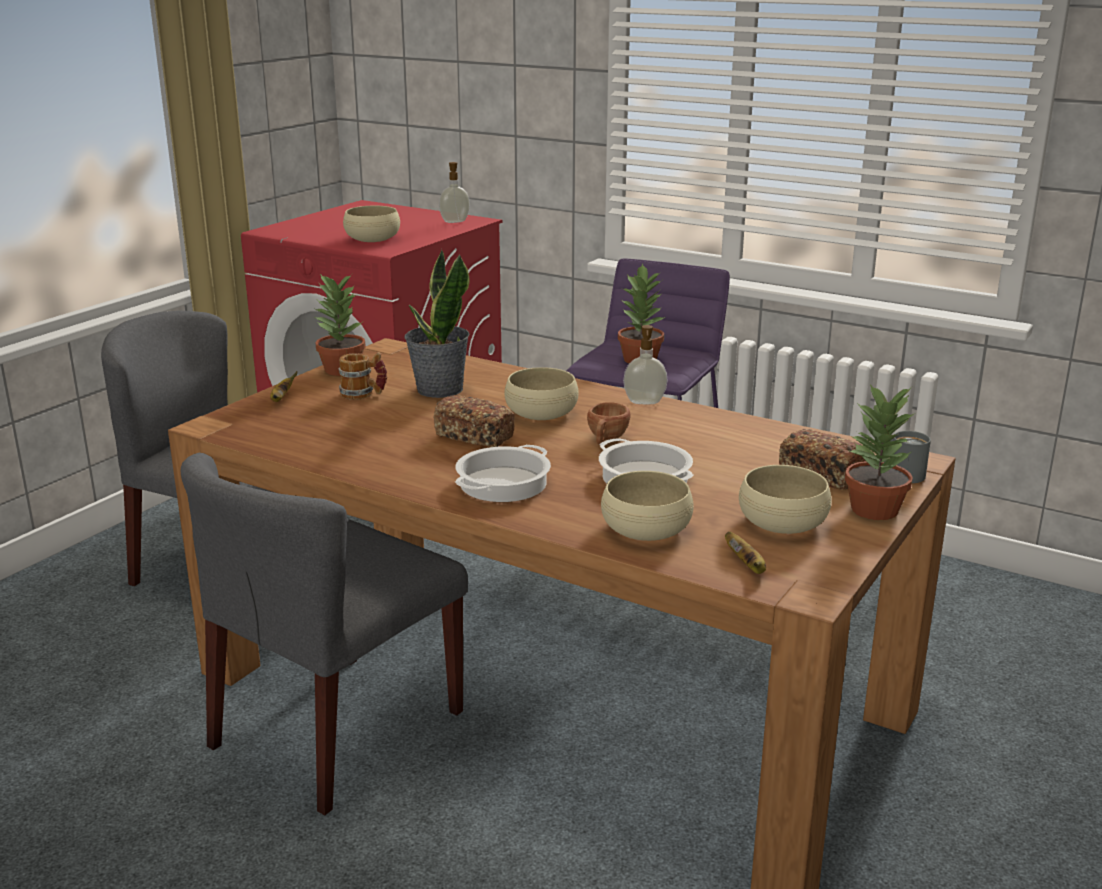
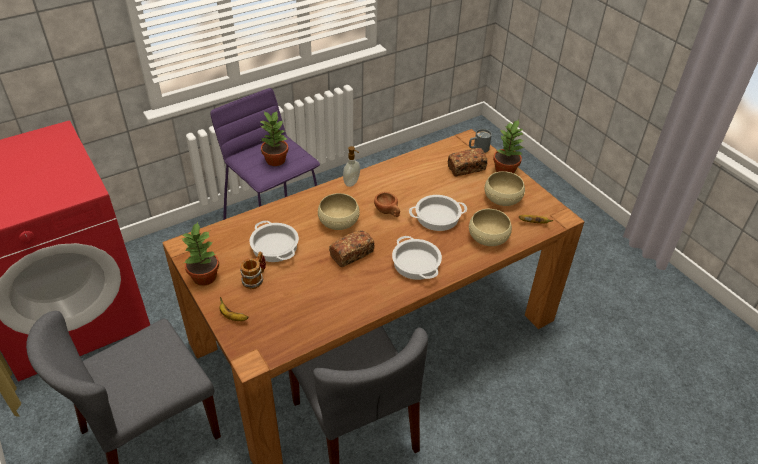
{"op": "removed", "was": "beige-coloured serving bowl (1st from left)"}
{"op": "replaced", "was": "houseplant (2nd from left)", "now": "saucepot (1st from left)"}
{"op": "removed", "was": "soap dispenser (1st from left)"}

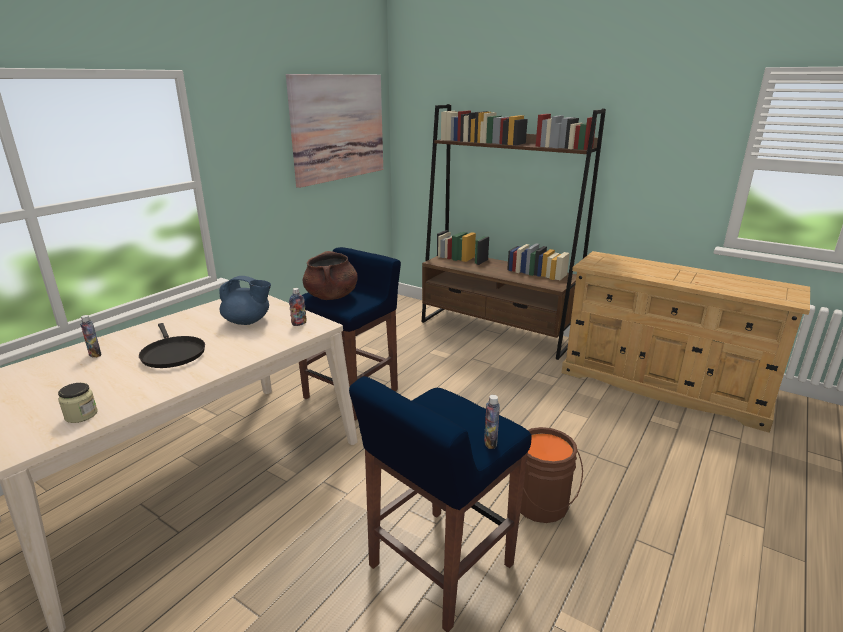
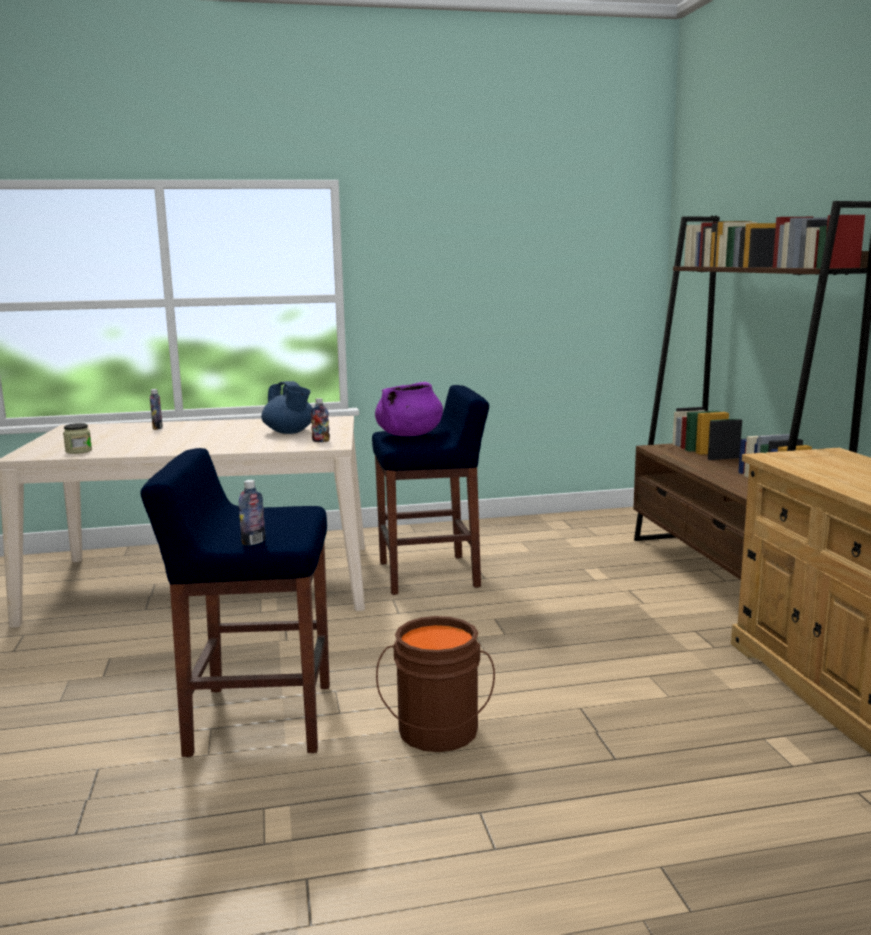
{"op": "removed", "was": "blackish frying pan"}
{"op": "removed", "was": "wall picture"}
{"op": "recoloured", "was": "brown-coloured saucepot", "now": "purple saucepot"}

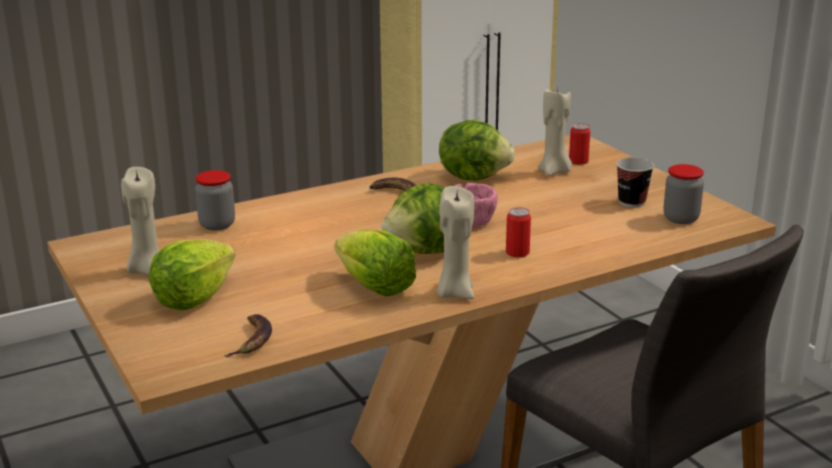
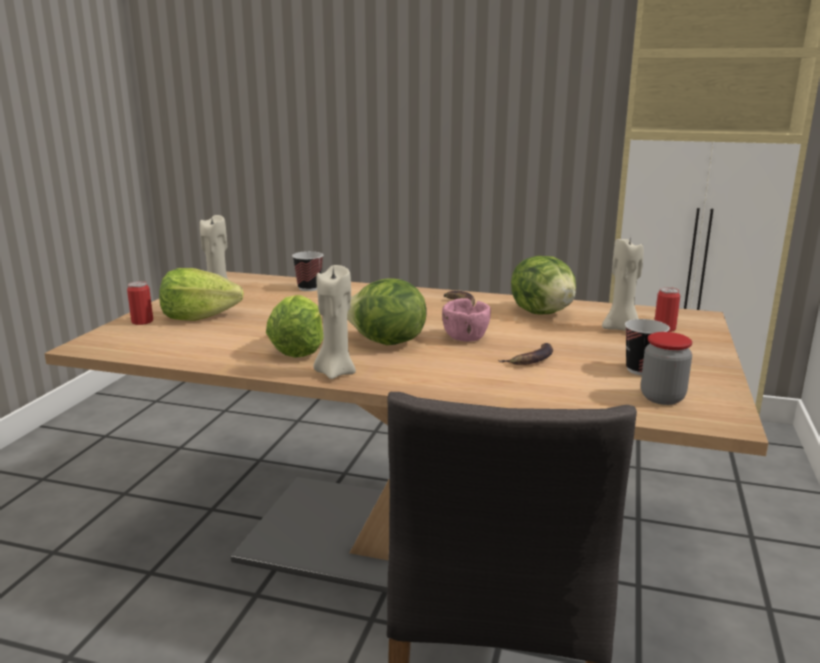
{"op": "replaced", "was": "preserve jar (1st from left)", "now": "cup (1st from left)"}
{"op": "moved", "was": "whole banana (1st from left in the first image)", "now": "whole banana (2nd from left)"}
{"op": "moved", "was": "sealed can (1st from left)"}

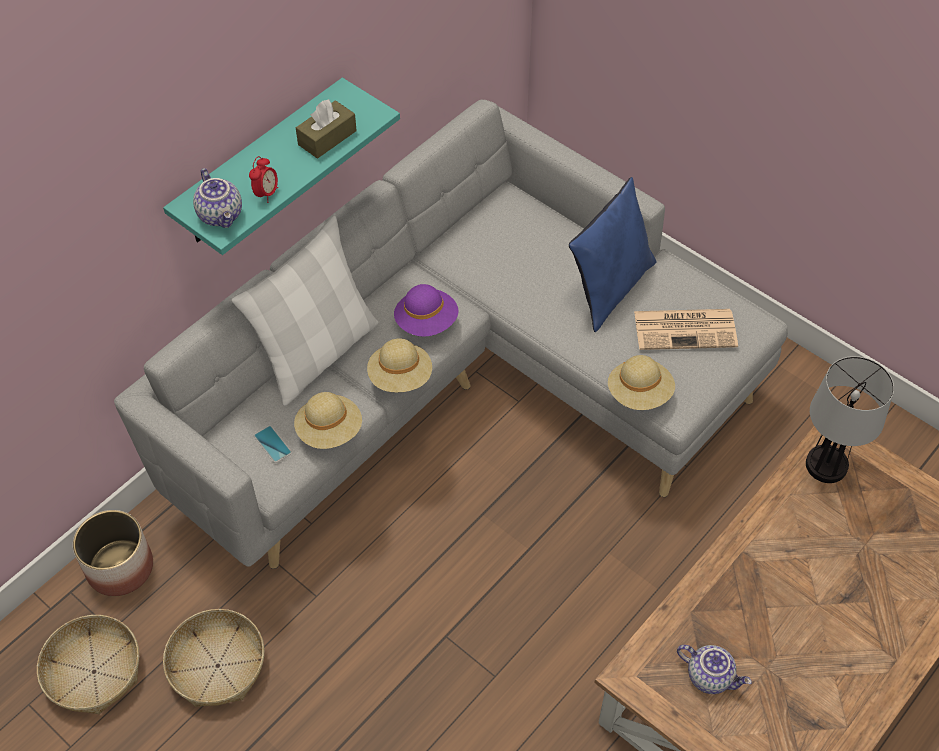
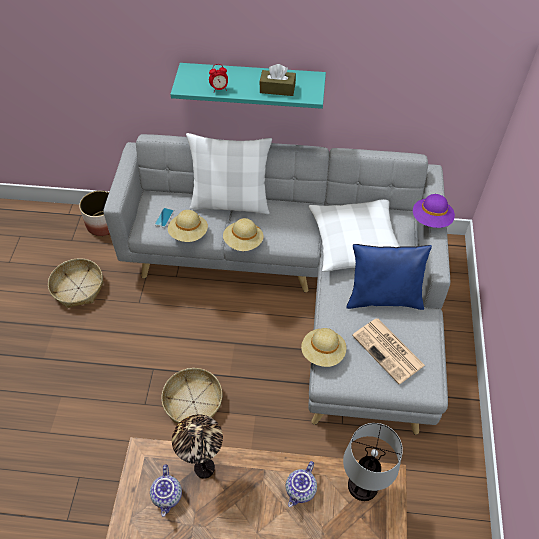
{"op": "moved", "was": "storage basket (1st from left in the first image)", "now": "storage basket (2nd from left)"}
{"op": "moved", "was": "teapot (1st from left in the first image)", "now": "teapot (2nd from left)"}
{"op": "moved", "was": "purple hat"}
{"op": "added", "now": "tabletop lamp (1st from left)"}
{"op": "added", "now": "white cushion (2nd from left)"}

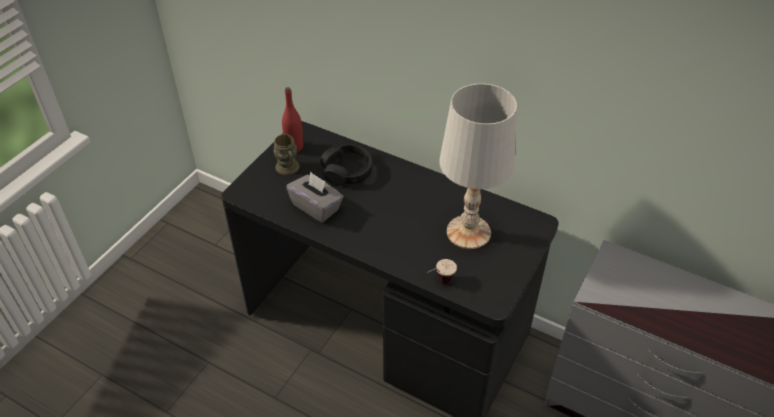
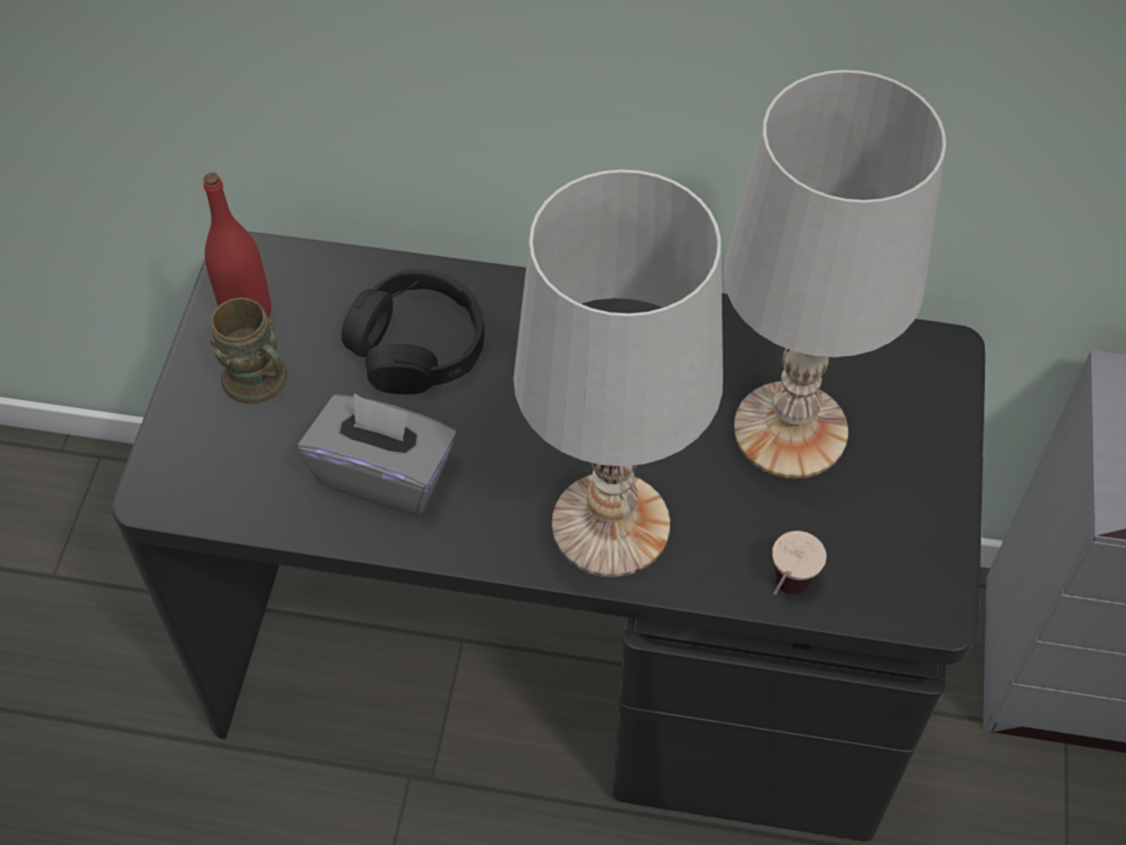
{"op": "added", "now": "white tabletop lamp (1st from left)"}

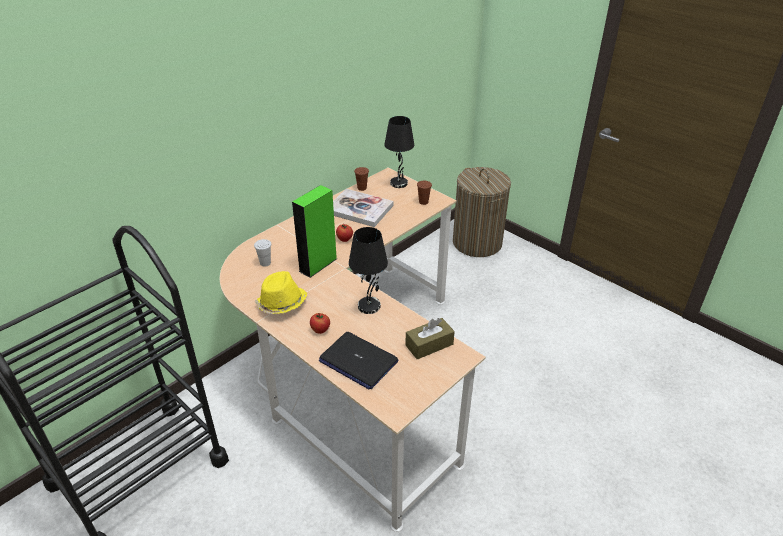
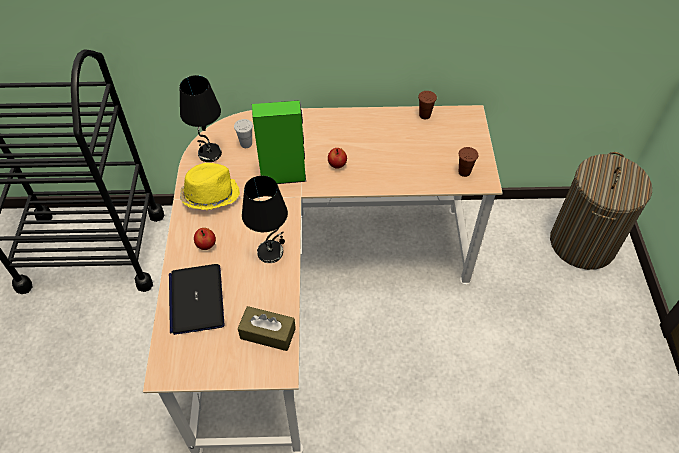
{"op": "removed", "was": "volume"}
{"op": "moved", "was": "blackish tabletop lamp (2nd from left in the first image)", "now": "blackish tabletop lamp (1st from left)"}

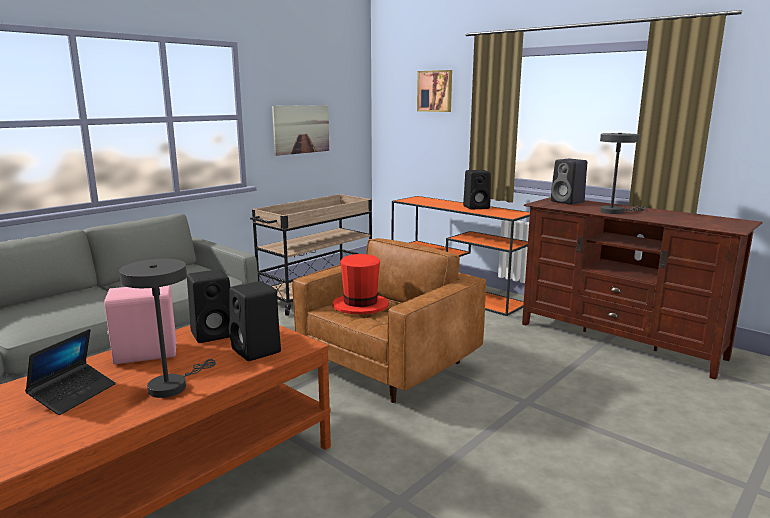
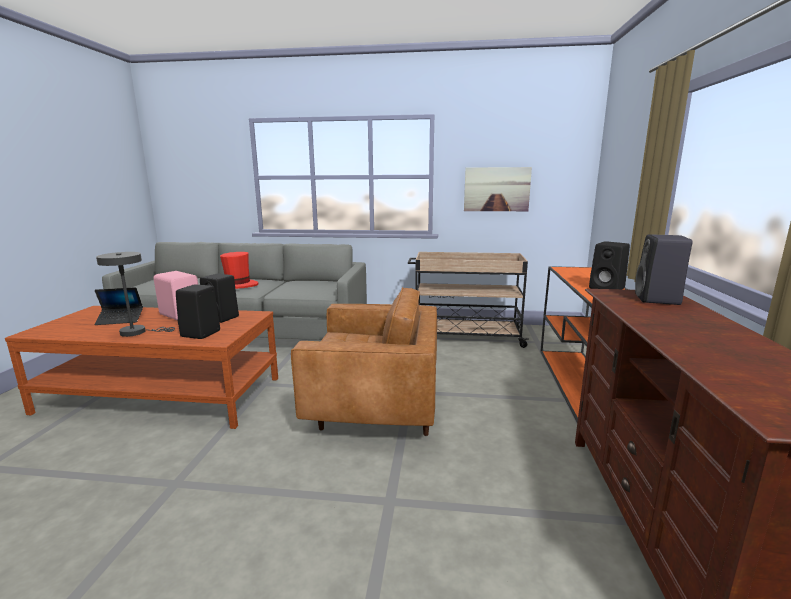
{"op": "moved", "was": "red-coloured hat"}
{"op": "removed", "was": "wall picture (2nd from left)"}
{"op": "removed", "was": "greyish tabletop lamp (2nd from left)"}

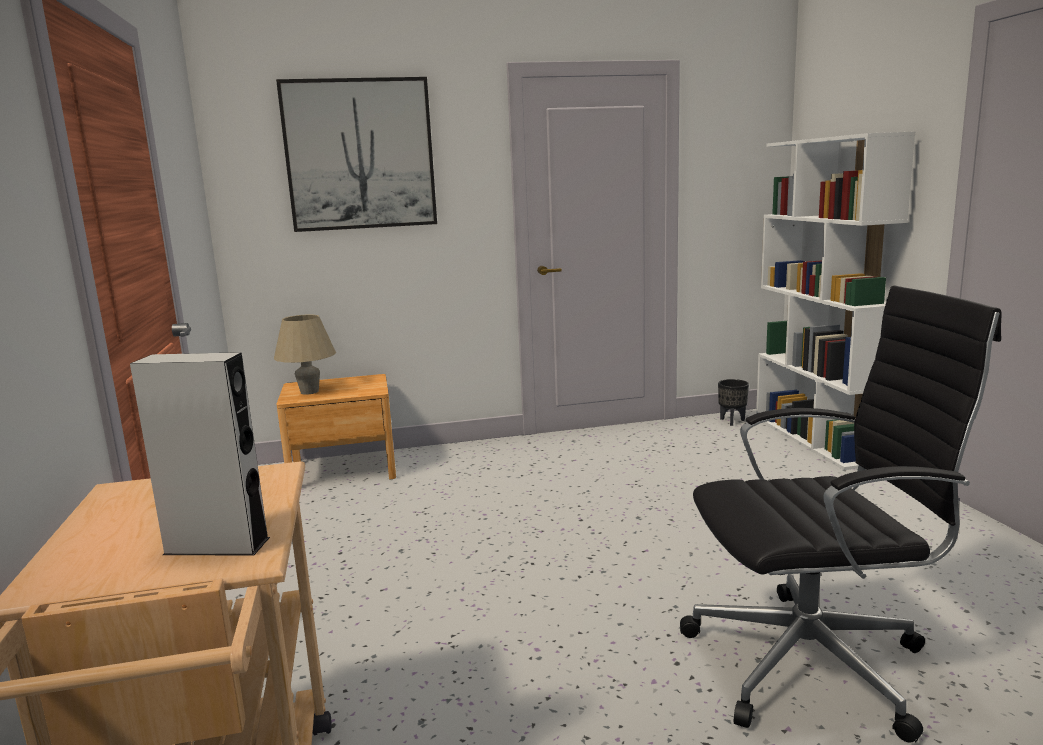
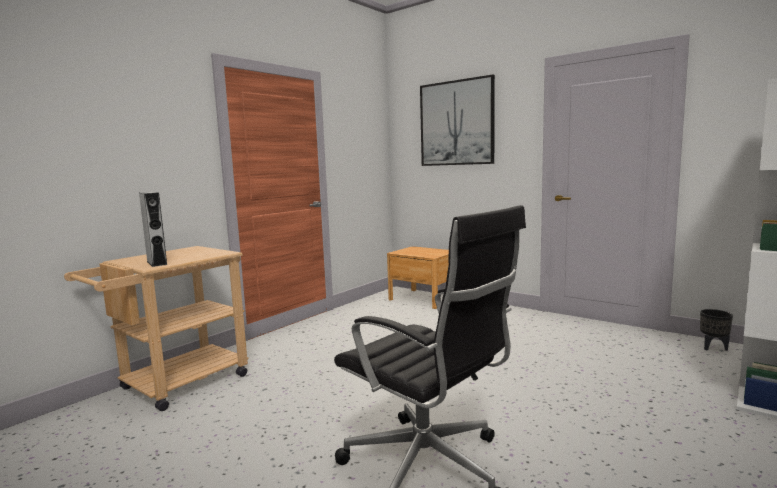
{"op": "removed", "was": "beige-coloured tabletop lamp"}

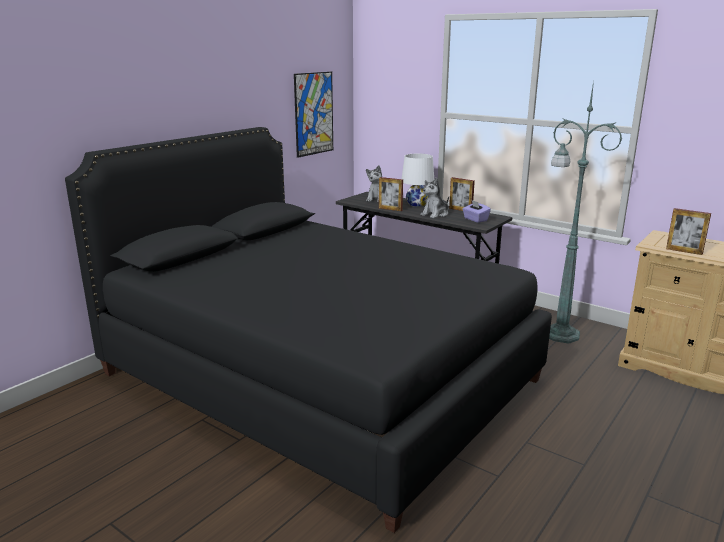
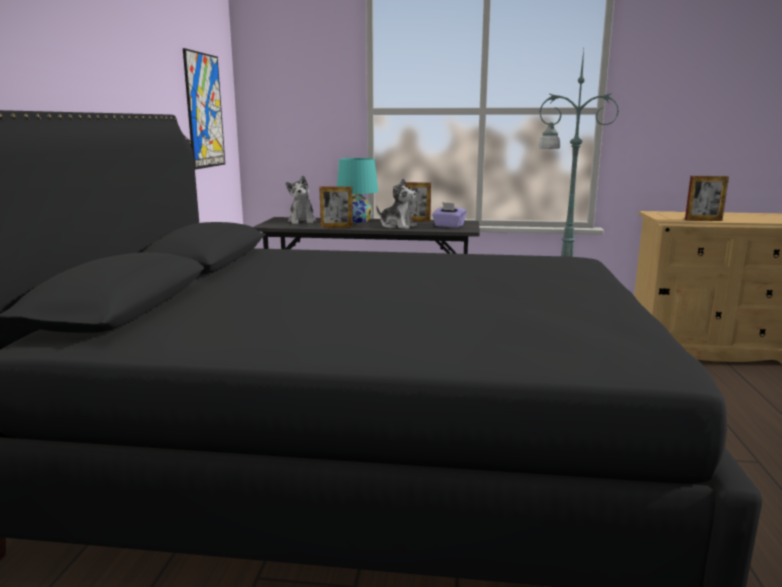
{"op": "recoloured", "was": "white tabletop lamp", "now": "turquoise tabletop lamp"}
{"op": "turned", "was": "cuddly toy (2nd from left)", "clockwise": -75}

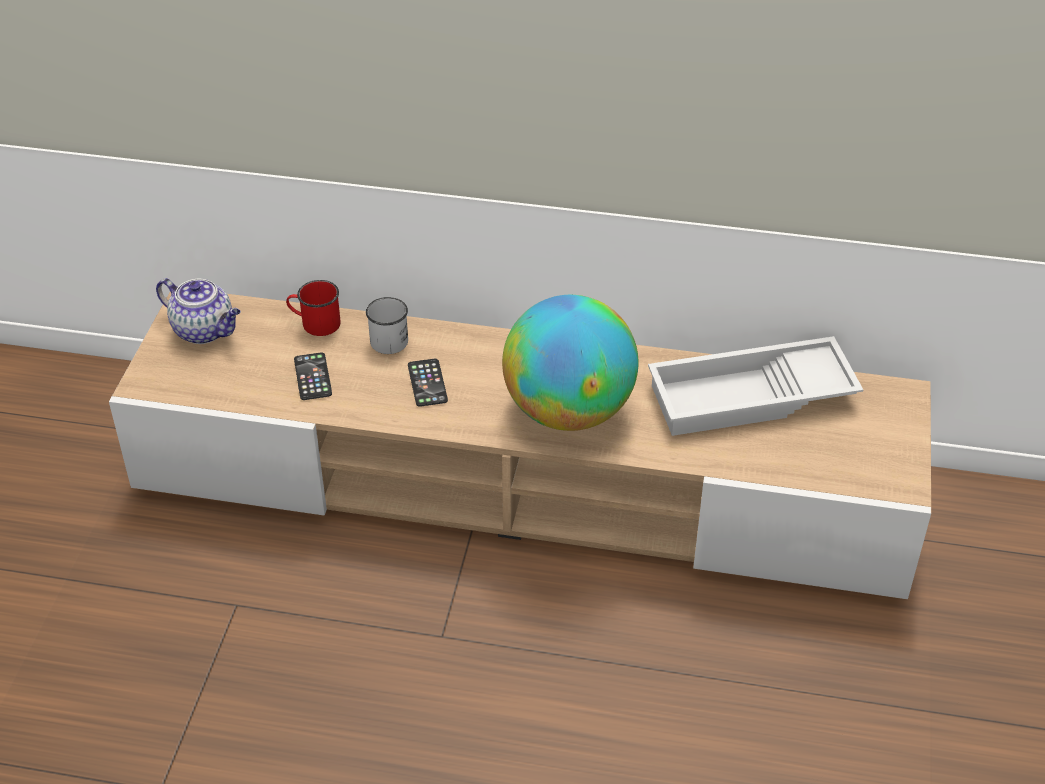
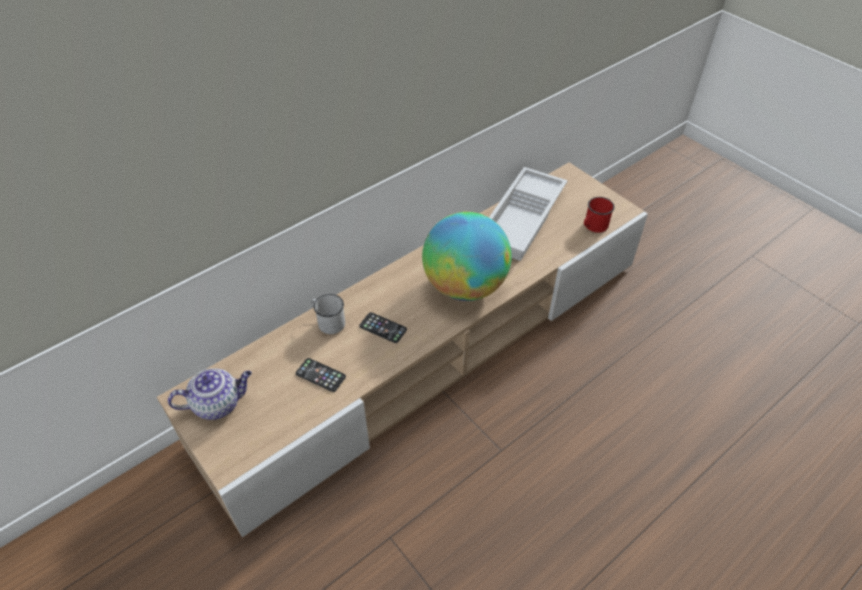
{"op": "moved", "was": "red-coloured mug"}

